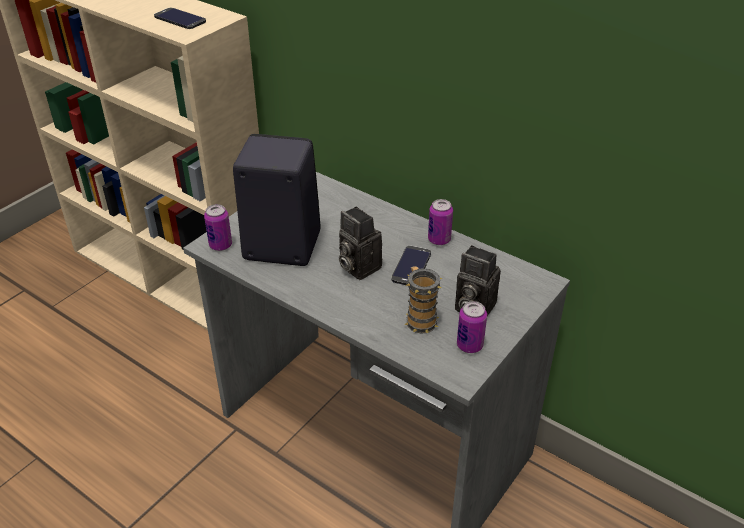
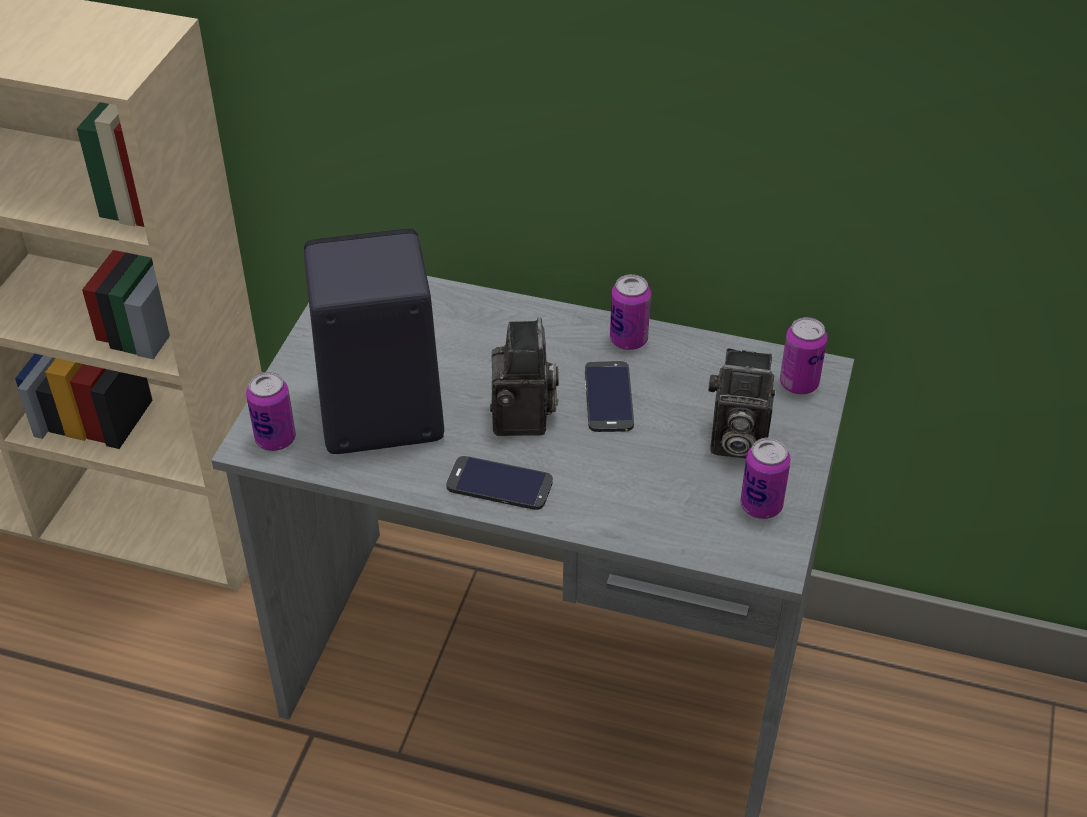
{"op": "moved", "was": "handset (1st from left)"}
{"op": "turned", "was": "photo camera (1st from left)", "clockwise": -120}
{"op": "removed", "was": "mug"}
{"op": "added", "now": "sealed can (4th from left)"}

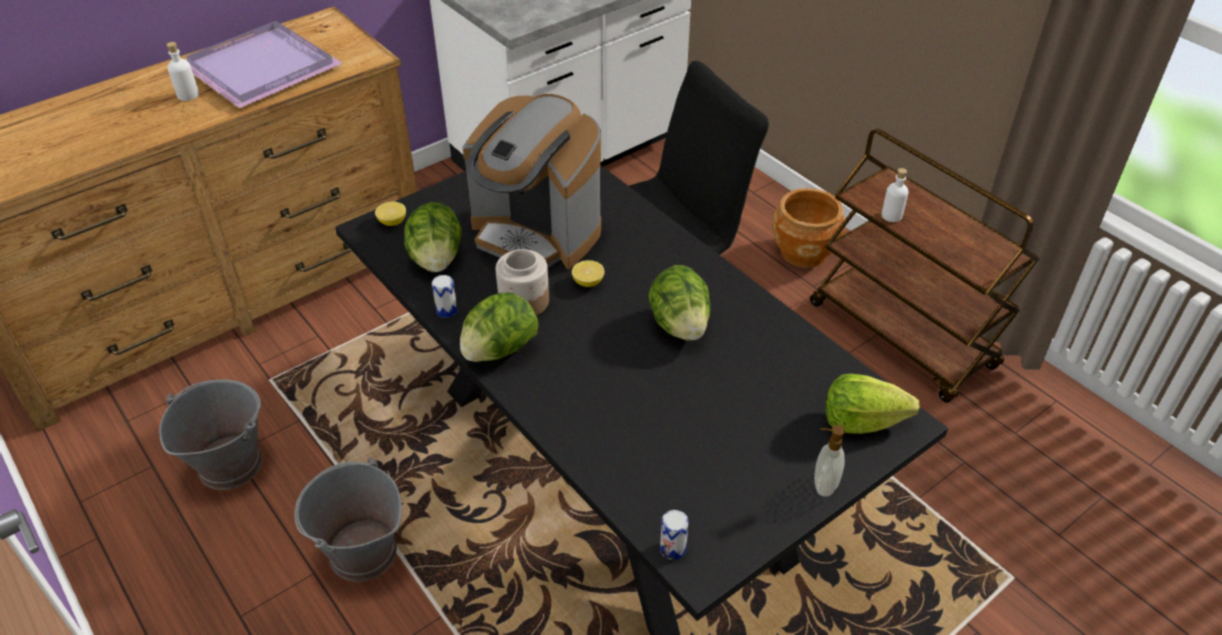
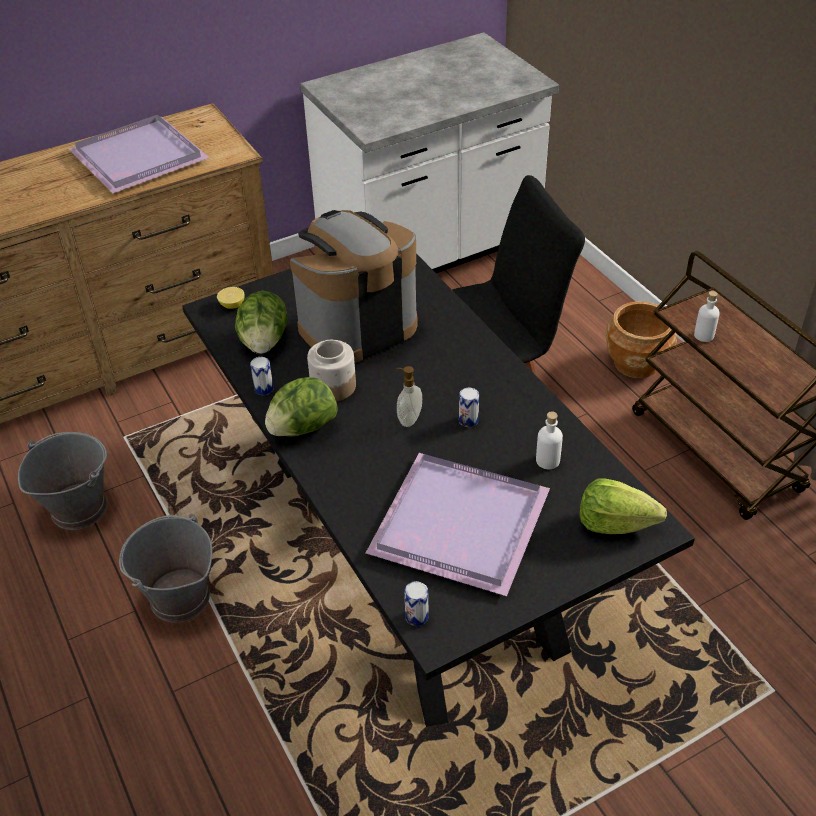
{"op": "moved", "was": "white bottle (1st from left)"}
{"op": "turned", "was": "coffee maker", "clockwise": 105}
{"op": "removed", "was": "whole lemon (2nd from left)"}
{"op": "replaced", "was": "head of lettuce (3rd from left)", "now": "sealed can (3rd from left)"}
{"op": "moved", "was": "soap dispenser"}
{"op": "added", "now": "purple carrying tray (2nd from left)"}

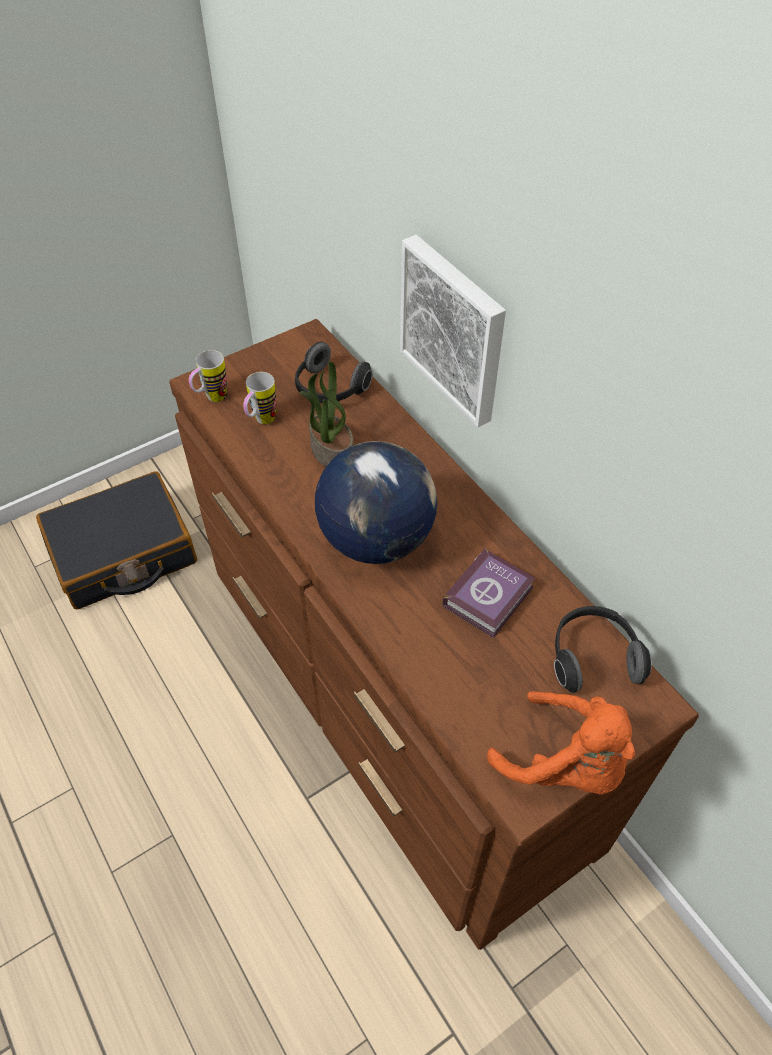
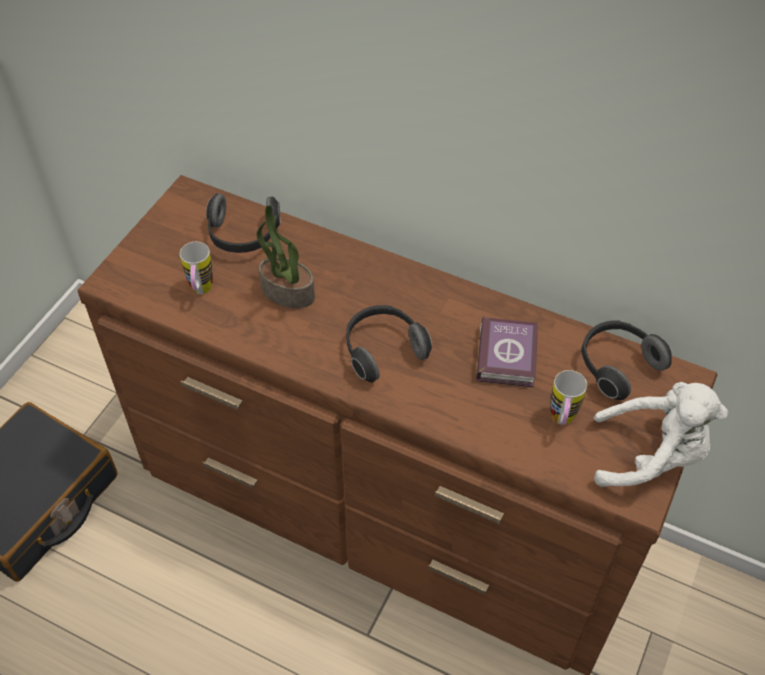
{"op": "moved", "was": "mug (1st from left in the first image)", "now": "mug (2nd from left)"}
{"op": "replaced", "was": "globe", "now": "headphones (2nd from left)"}
{"op": "removed", "was": "wall picture"}
{"op": "recoloured", "was": "orange-coloured cuddly toy", "now": "white cuddly toy"}

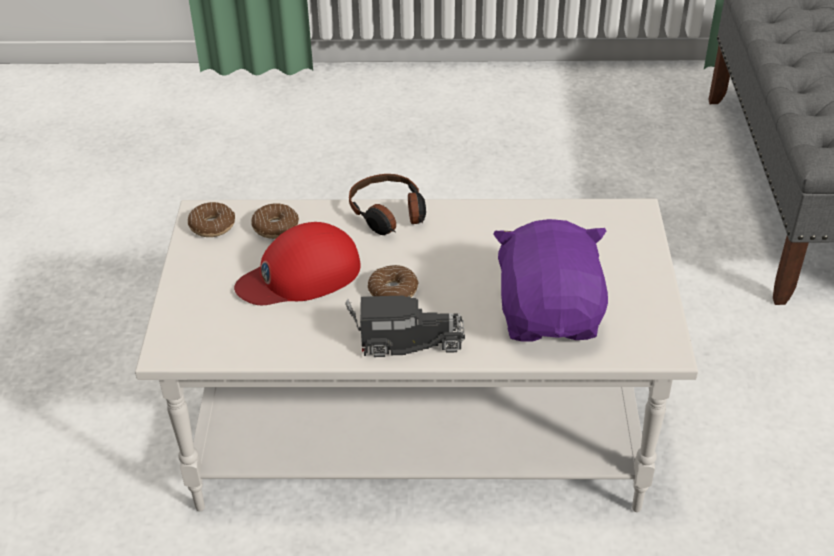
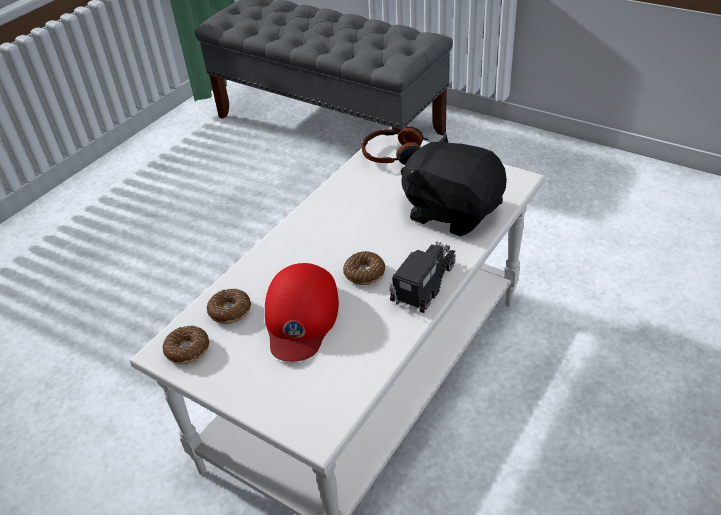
{"op": "moved", "was": "headphones"}
{"op": "recoloured", "was": "purple cuddly toy", "now": "blackish cuddly toy"}

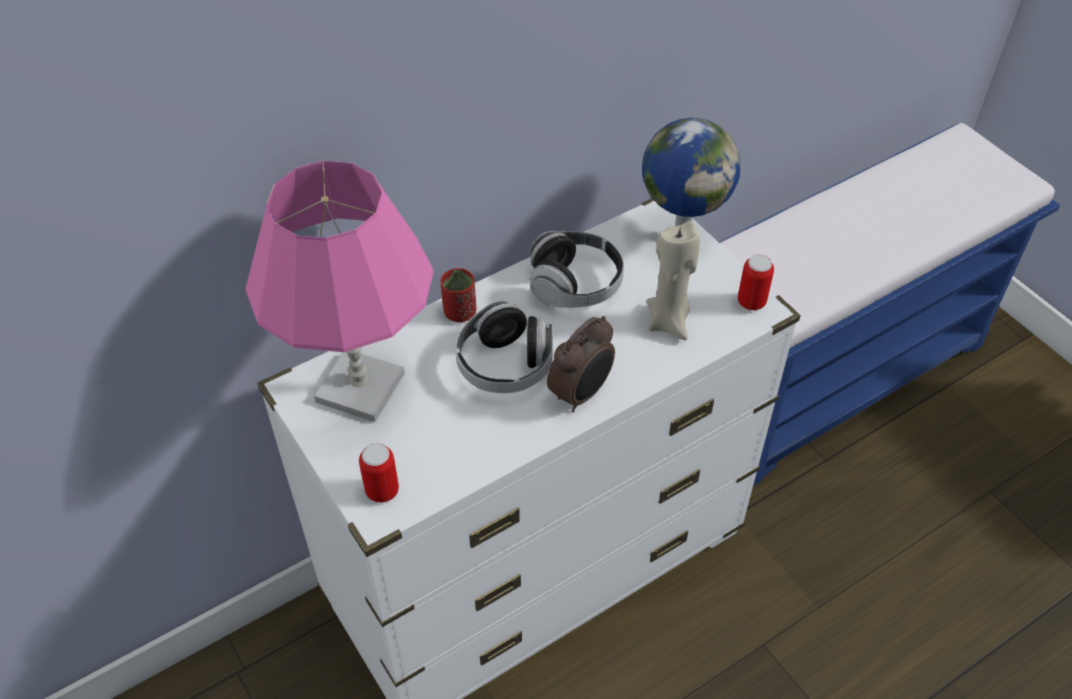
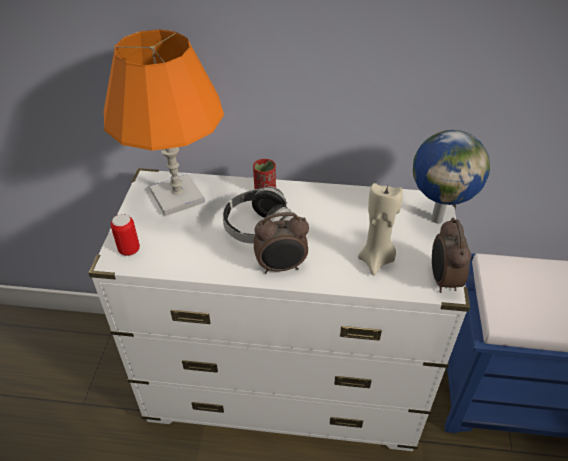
{"op": "recoloured", "was": "pink tabletop lamp", "now": "orange-coloured tabletop lamp"}
{"op": "removed", "was": "headphones (2nd from left)"}
{"op": "replaced", "was": "sealed can (2nd from left)", "now": "bedside clock (2nd from left)"}

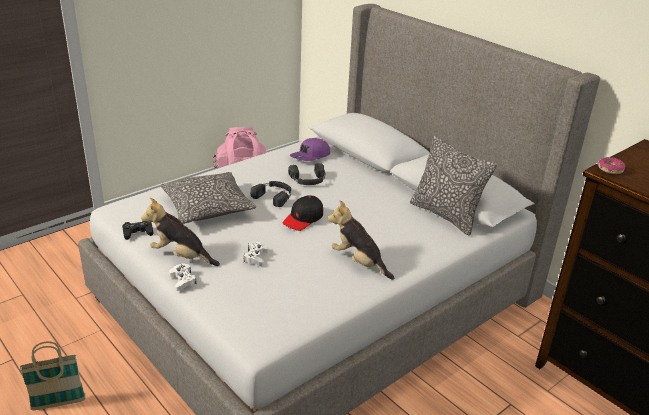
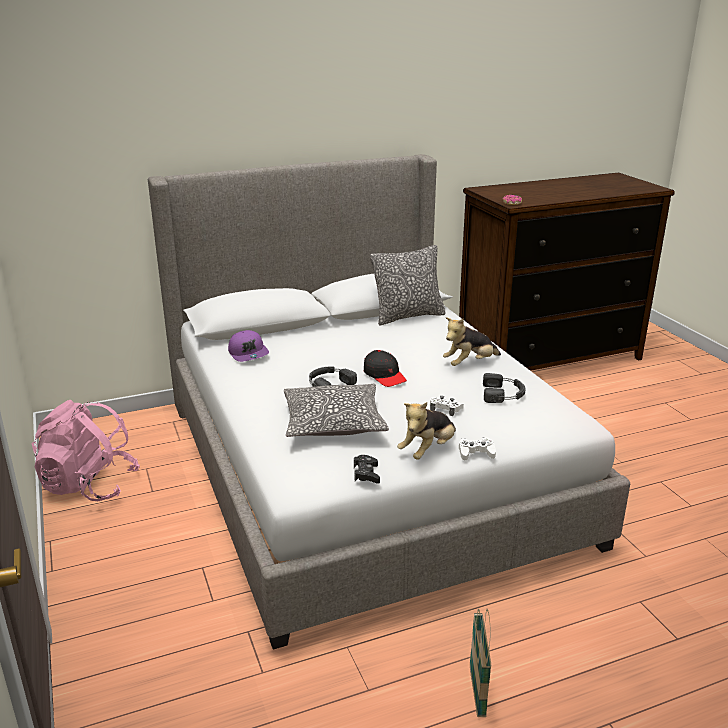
{"op": "moved", "was": "blackish headphones (2nd from left)"}

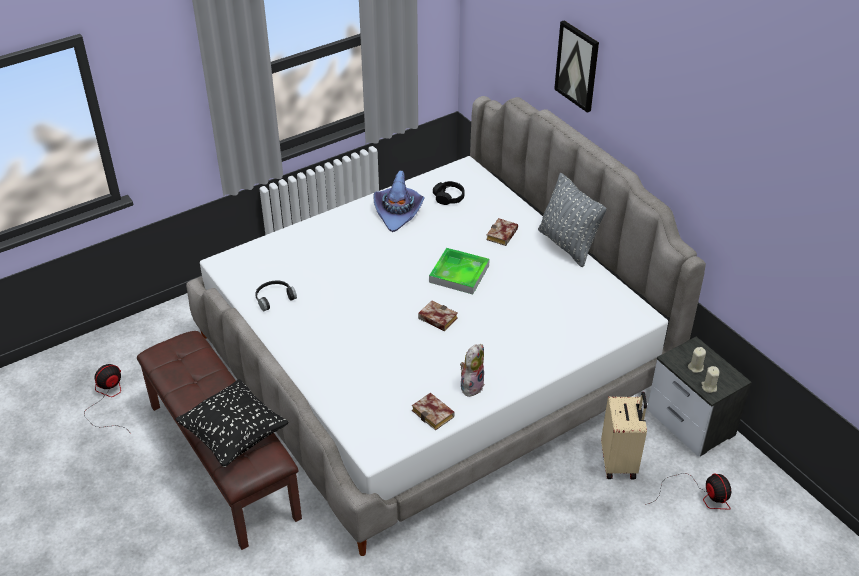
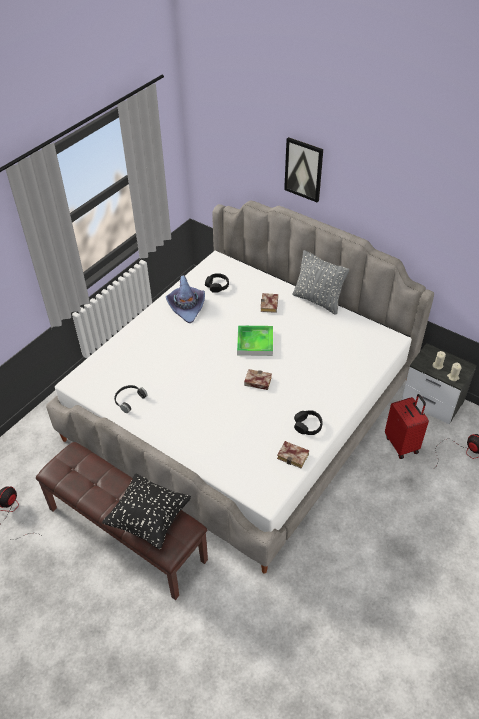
{"op": "replaced", "was": "cuddly toy", "now": "blackish headphones (3rd from left)"}
{"op": "recoloured", "was": "beige-coloured suitcase", "now": "red-coloured suitcase"}

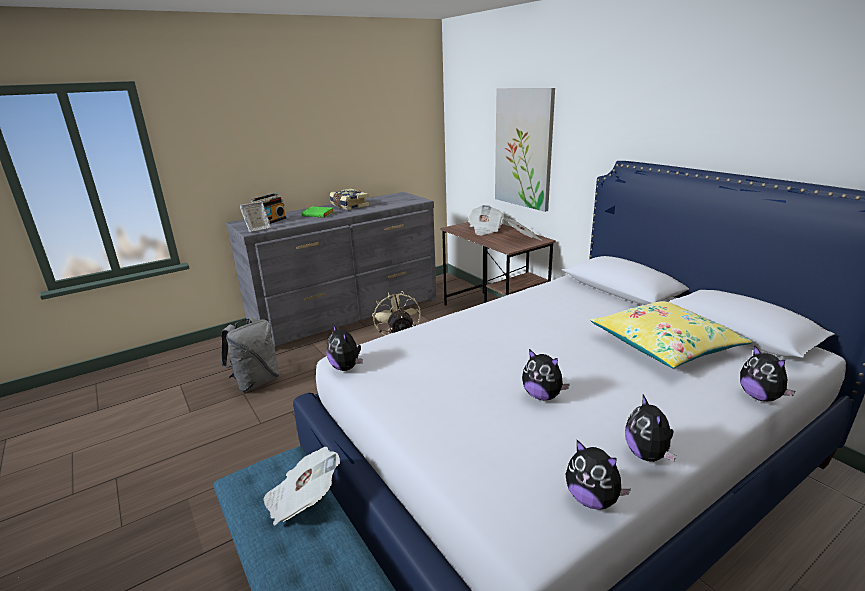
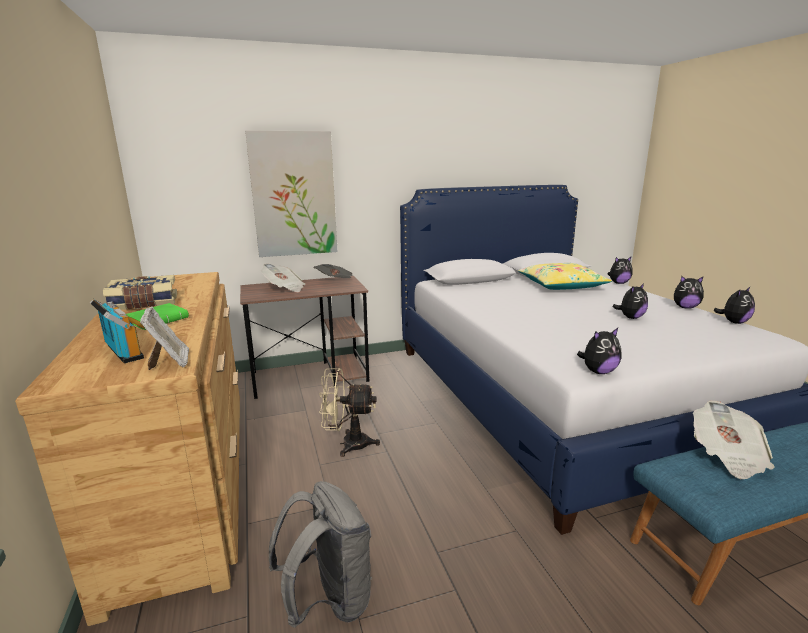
{"op": "recoloured", "was": "greyish drawer chest", "now": "brown-coloured drawer chest"}

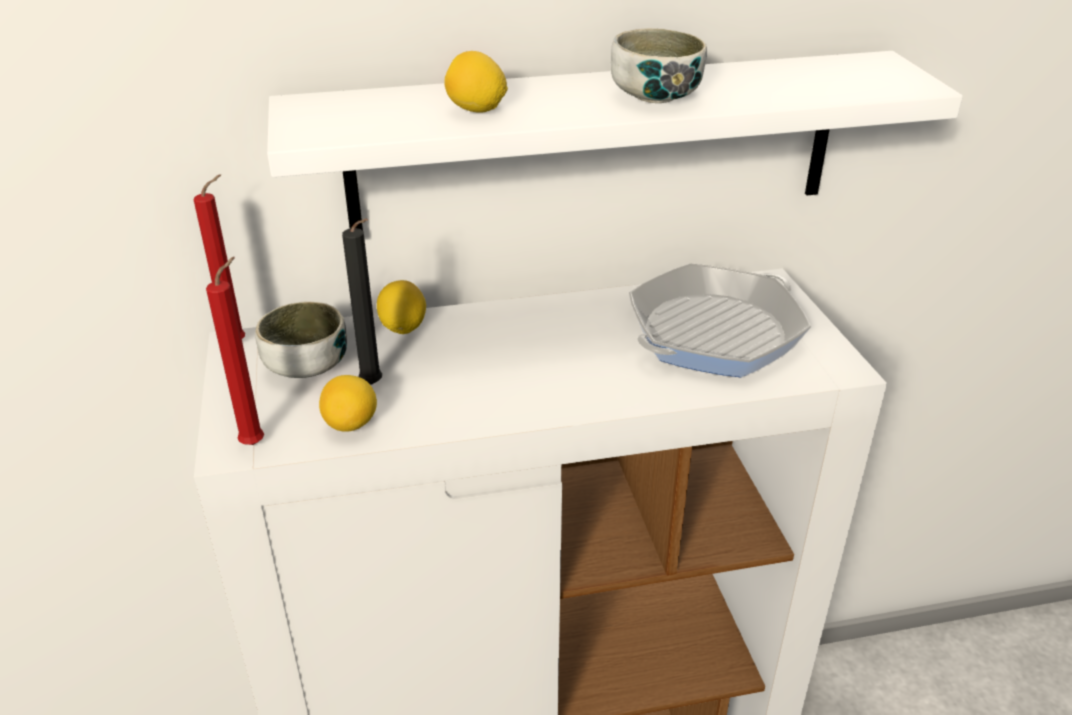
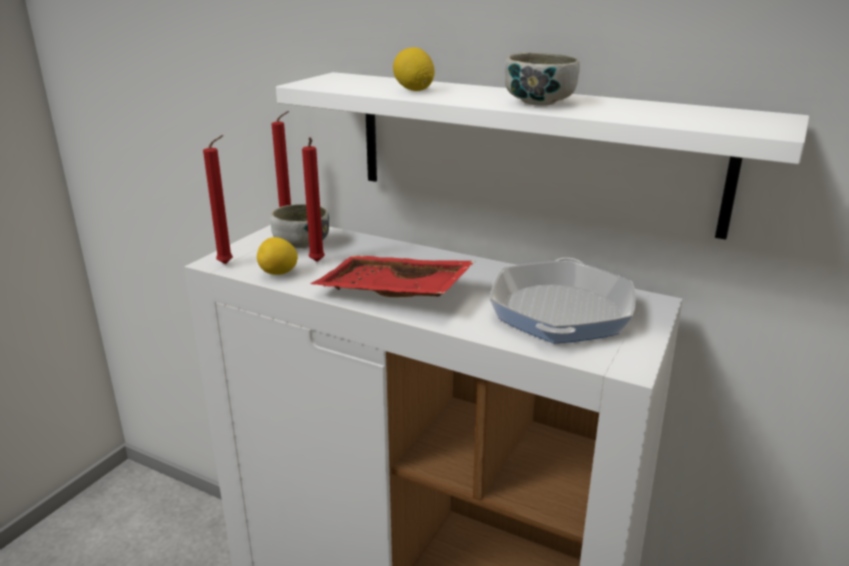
{"op": "recoloured", "was": "blackish candle", "now": "red-coloured candle (3rd from left)"}
{"op": "removed", "was": "whole lemon (2nd from left)"}
{"op": "turned", "was": "frying pan", "clockwise": 105}
{"op": "added", "now": "red-coloured carrying tray"}

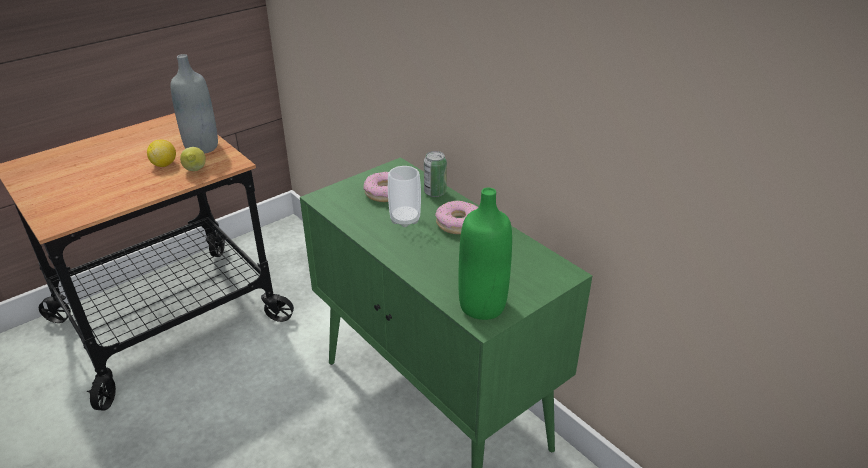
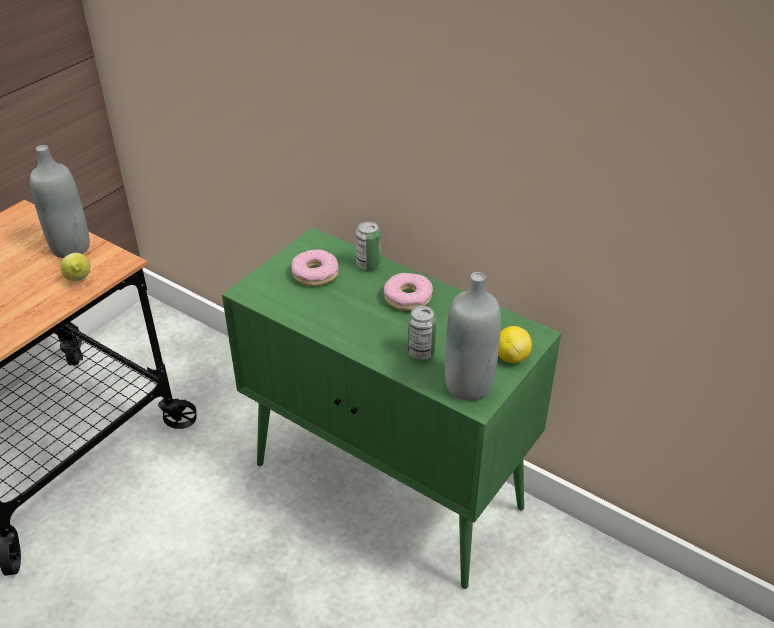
{"op": "moved", "was": "whole lemon (1st from left in the first image)", "now": "whole lemon (2nd from left)"}
{"op": "removed", "was": "cup"}
{"op": "recoloured", "was": "green bottle", "now": "greyish bottle (2nd from left)"}
{"op": "added", "now": "sealed can (2nd from left)"}

